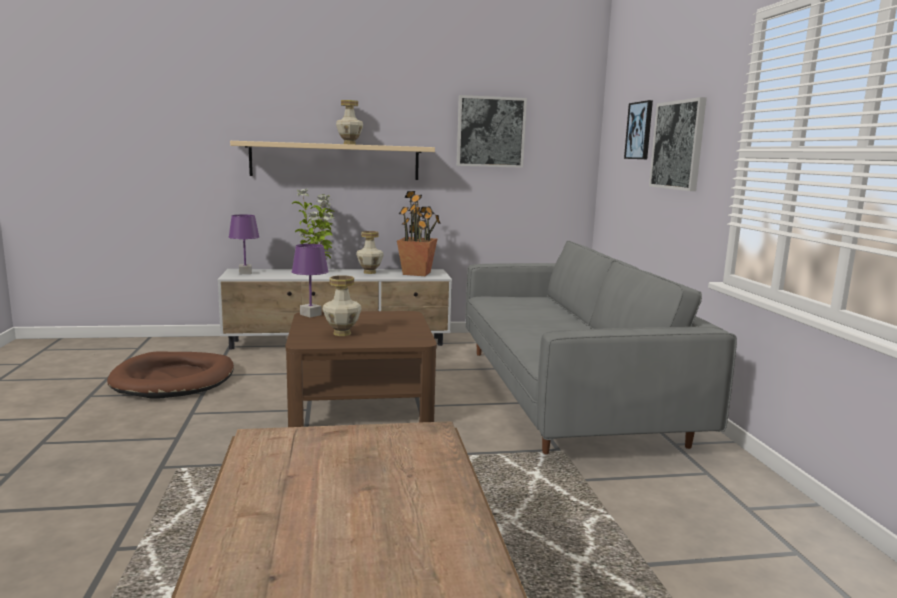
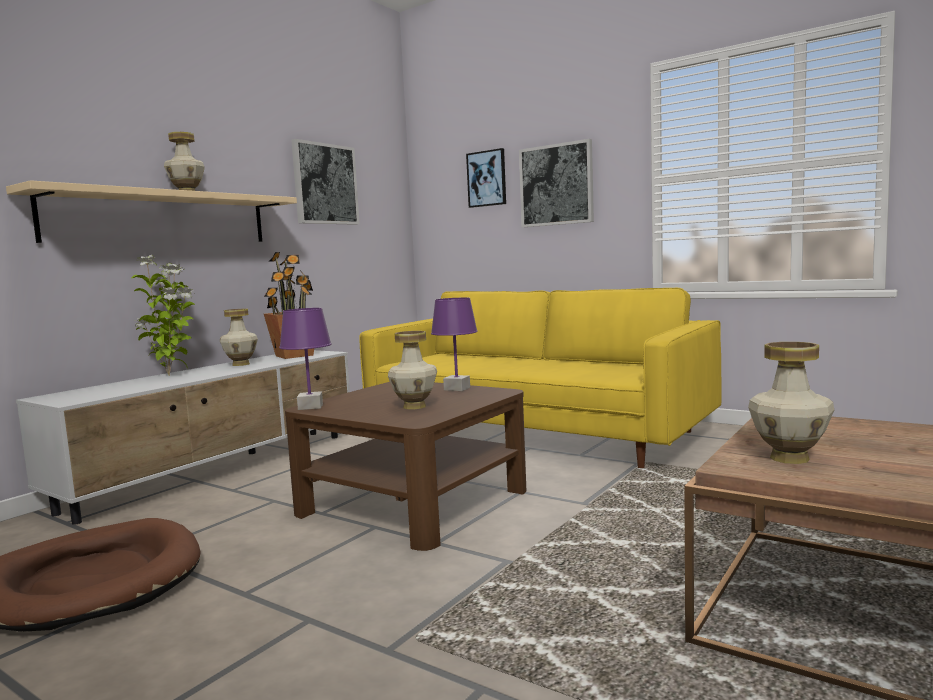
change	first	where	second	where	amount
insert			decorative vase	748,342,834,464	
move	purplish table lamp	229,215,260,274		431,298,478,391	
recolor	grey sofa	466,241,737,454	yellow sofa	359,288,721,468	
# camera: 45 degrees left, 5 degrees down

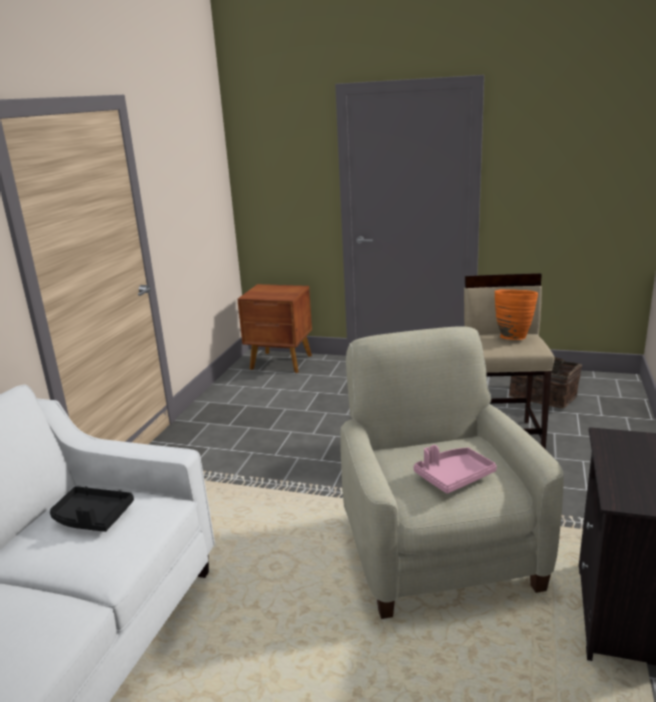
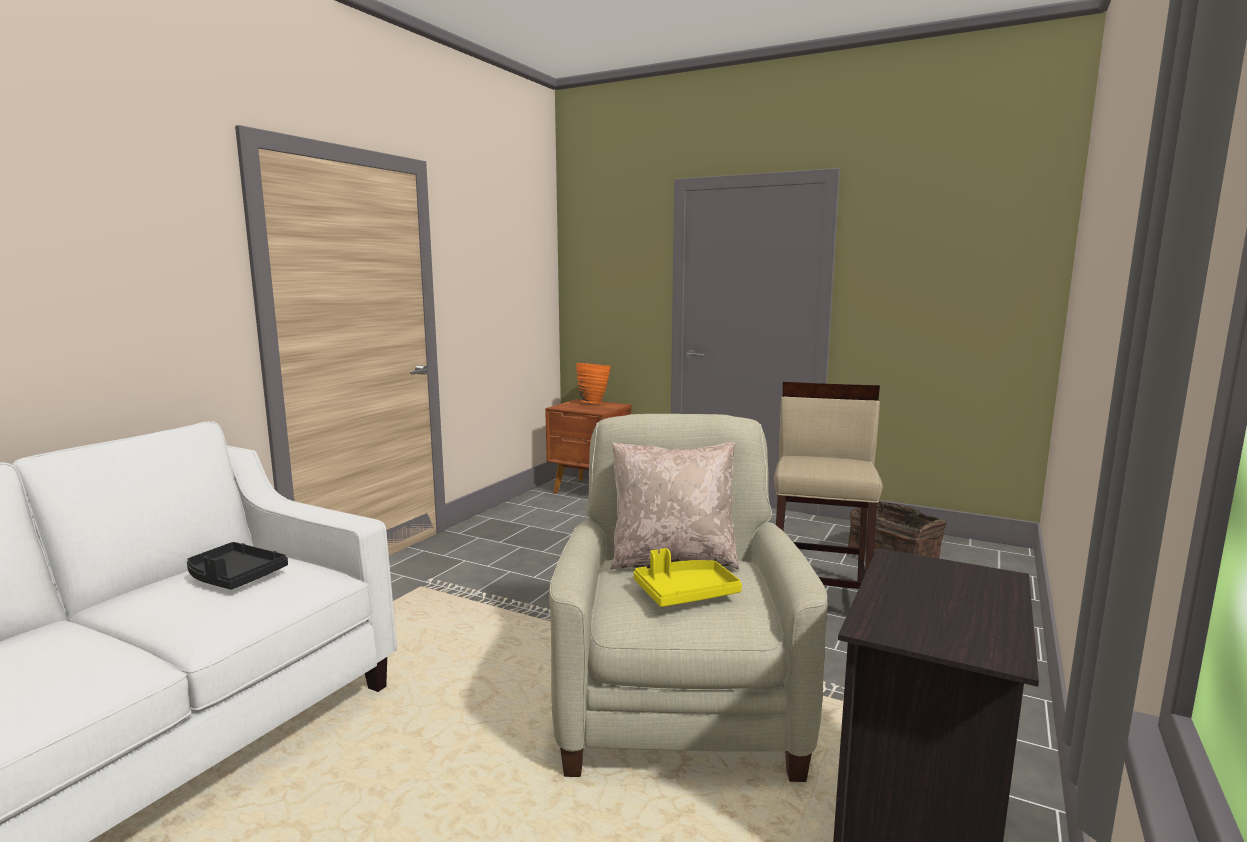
change	first	where	second	where	amount
insert			beige throw pillow	610,442,740,569	
move	orangey decorative vase	495,289,538,340		576,363,611,403	
recolor	pinkish serving tray	414,445,497,494	yellow serving tray	634,548,742,607	
# camera: 10 degrees right, 10 degrees down

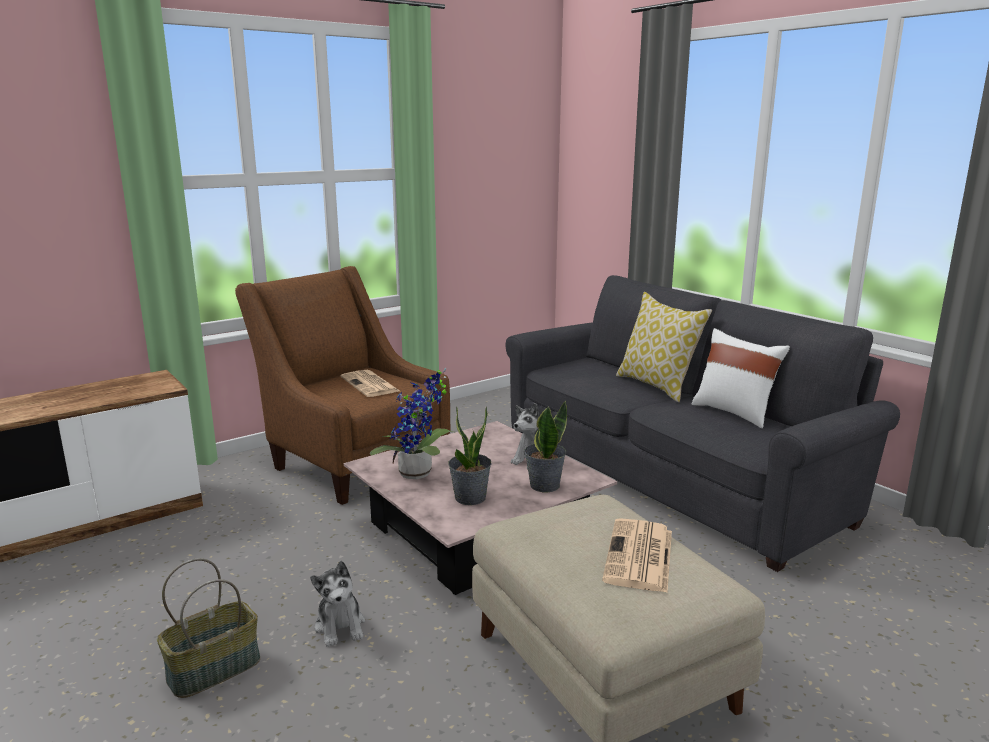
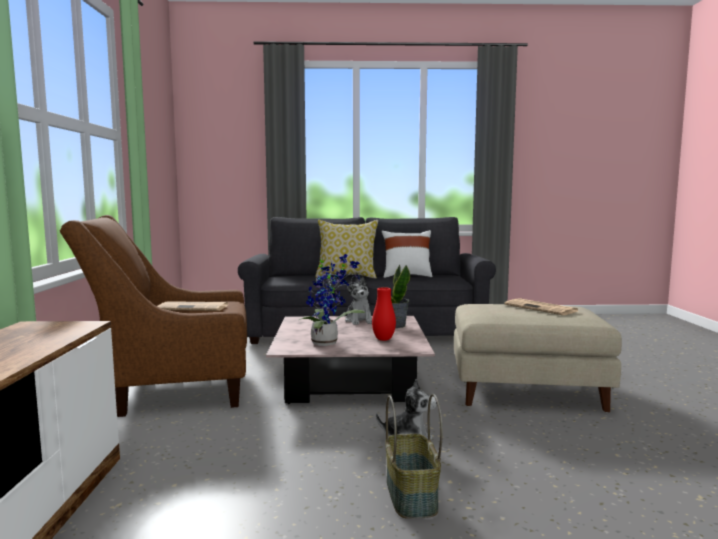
change	first	where	second	where	amount
replace	plant in a pot	448,406,492,505	red decorative vase	372,287,396,341	
# camera: 55 degrees left, 10 degrees down

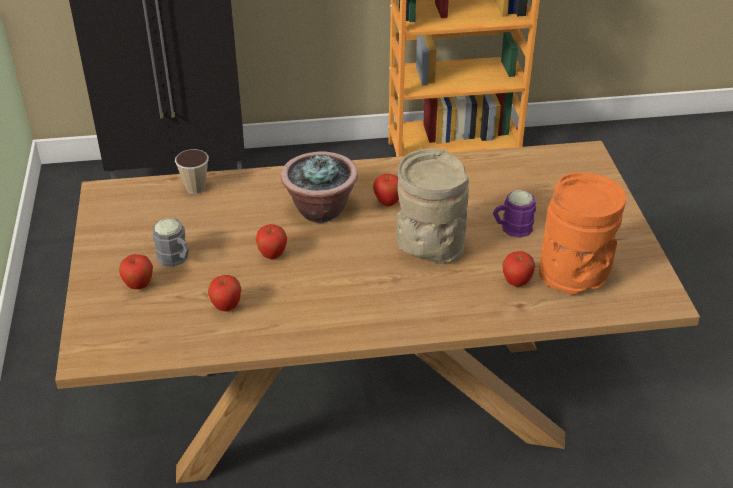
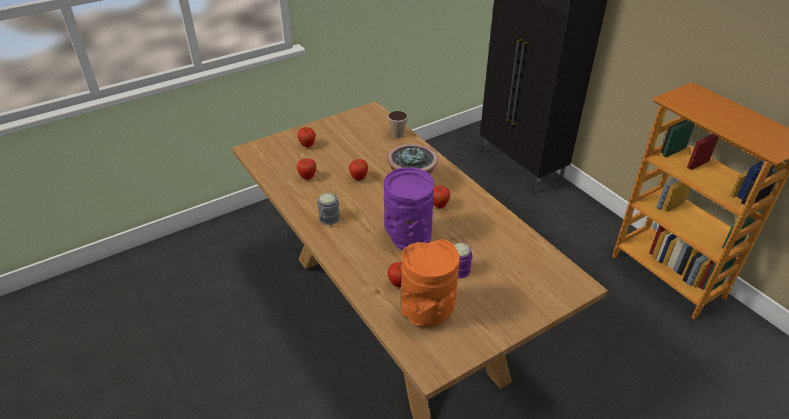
change	first	where	second	where	amount
move	grey mug	153,218,189,267		317,193,340,225	
recolor	beige decorative vase	396,148,469,263	purplish decorative vase	384,167,434,250	
# camera: 65 degrees right, 0 degrees up

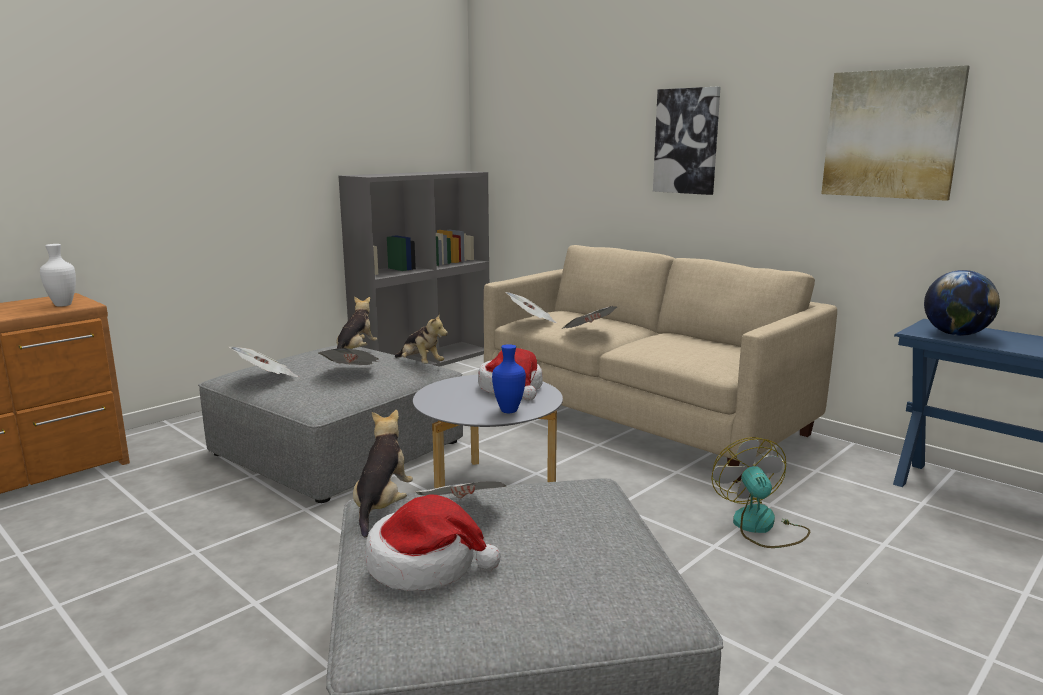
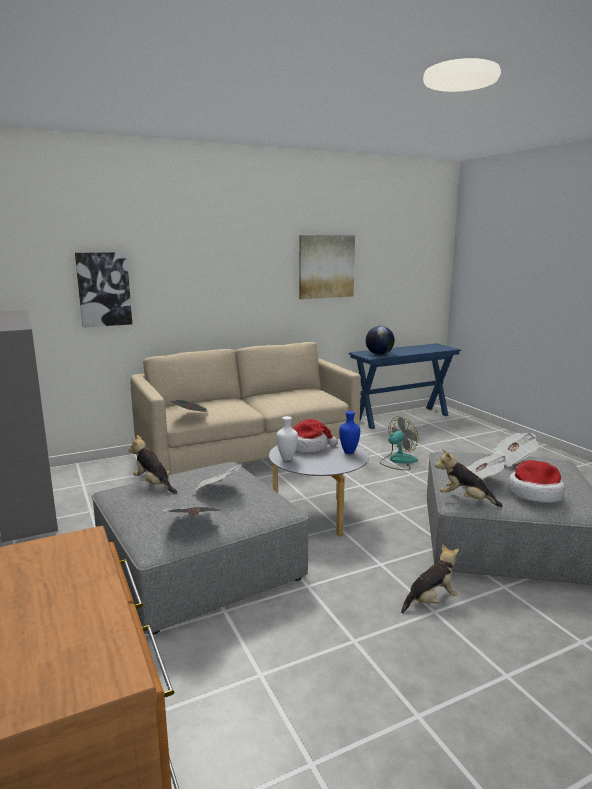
change	first	where	second	where	amount
move	white decorative vase	40,244,76,307		276,416,298,461	
move	soft toy	395,313,448,364		401,544,459,613	
move	newspaper	561,306,617,329		492,433,539,467	
move	wall art	653,87,721,195		75,252,132,328	
rotate	electric fan	711,437,810,548		380,417,418,470	135 degrees clockwise
# camera: 70 degrees left, 0 degrees up

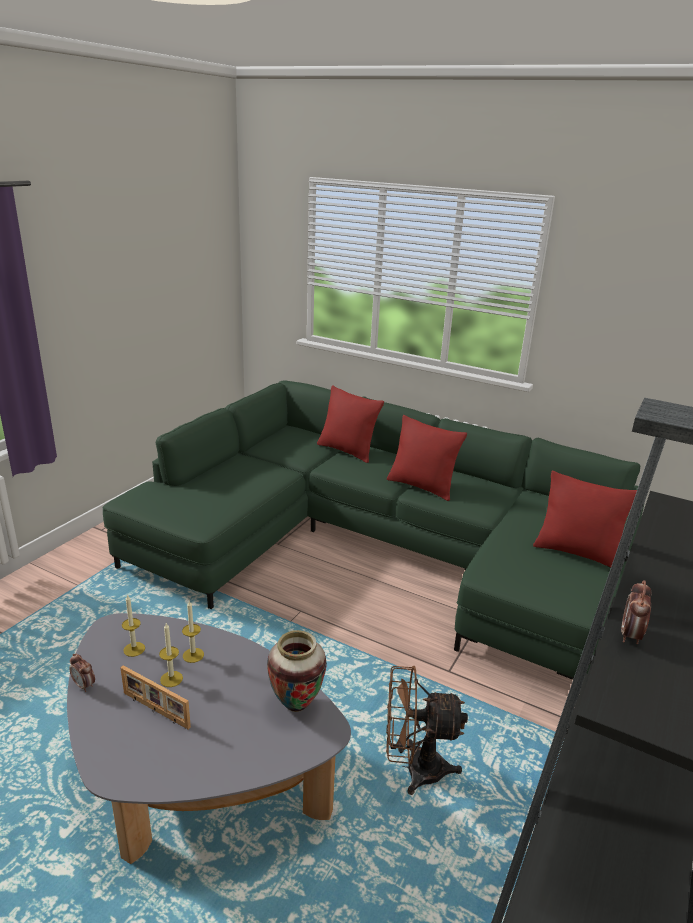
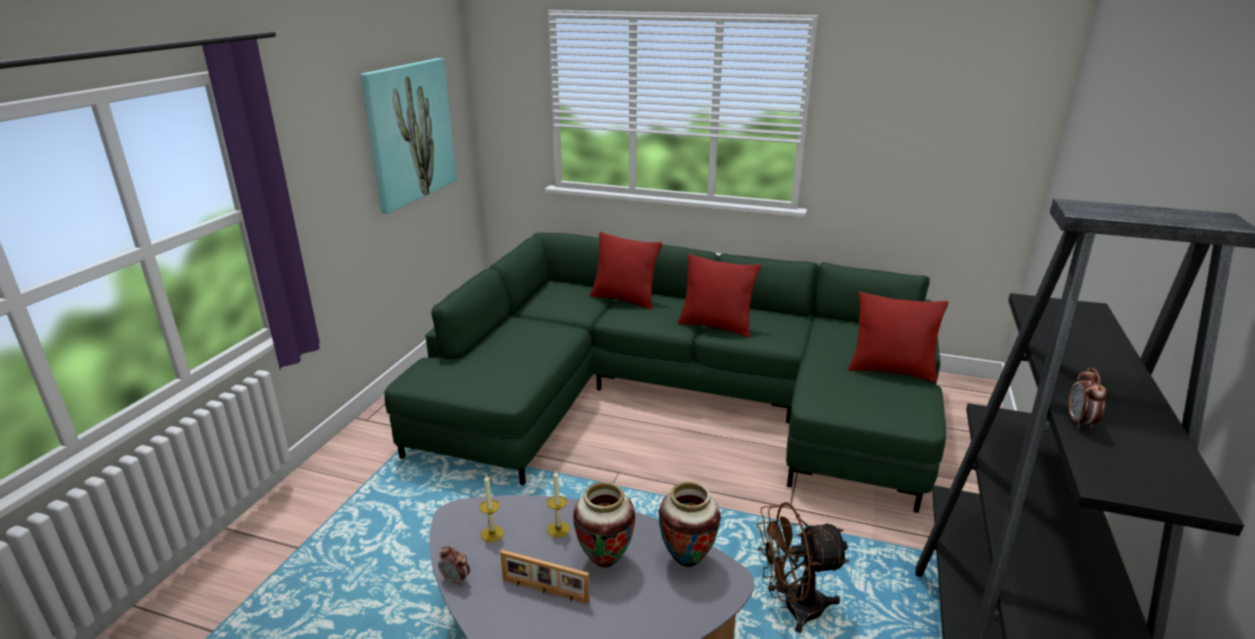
change	first	where	second	where	amount
delete	candle	159,623,183,687			
insert			wall art	360,58,457,214	
insert			decorative vase	573,482,635,568	
# camera: 10 degrees left, 0 degrees up

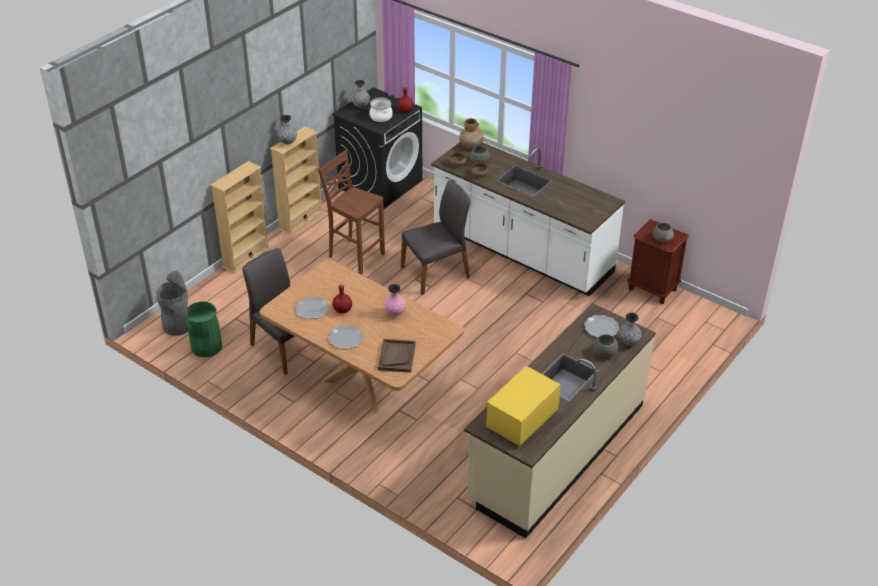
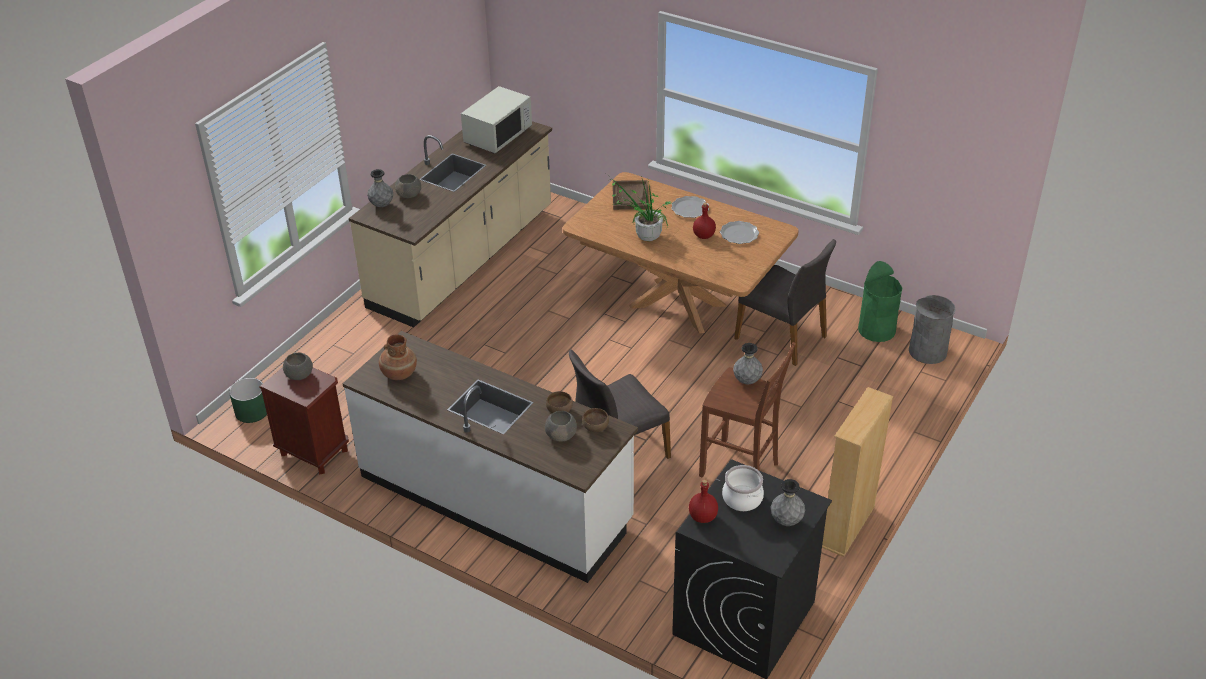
change	first	where	second	where	amount
delete	beige bookshelf	211,161,270,274			
delete	flat dish	584,315,619,337			
insert			greenish plant pot	229,378,267,423	
move	grey decorative vase	277,115,297,144		733,343,763,384	
move	brownish decorative vase	459,118,484,149		379,334,417,380	
replace	pinkish decorative vase	383,284,406,316	plant in a pot	609,176,671,241	
recolor	yellow microwave oven	486,366,561,446	white microwave oven	461,86,532,153	
# camera: 175 degrees right, 0 degrees up

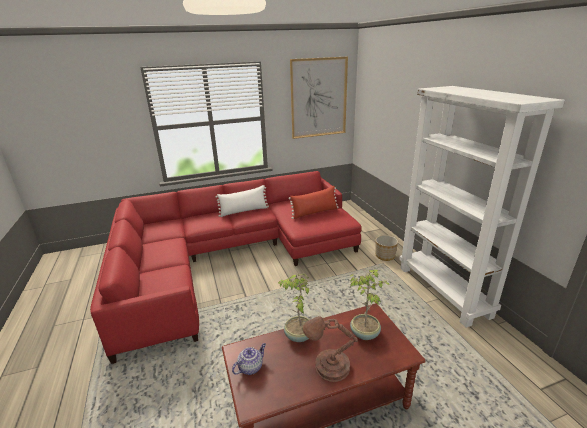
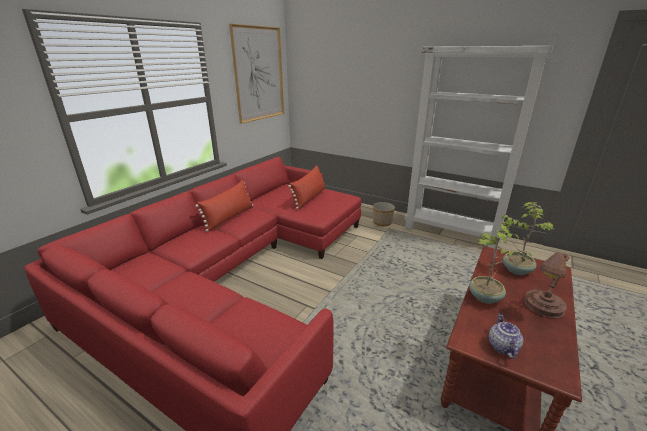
change	first	where	second	where	amount
recolor	white throw pillow	215,185,269,217	red throw pillow	195,180,253,232	
# camera: 40 degrees left, 0 degrees up

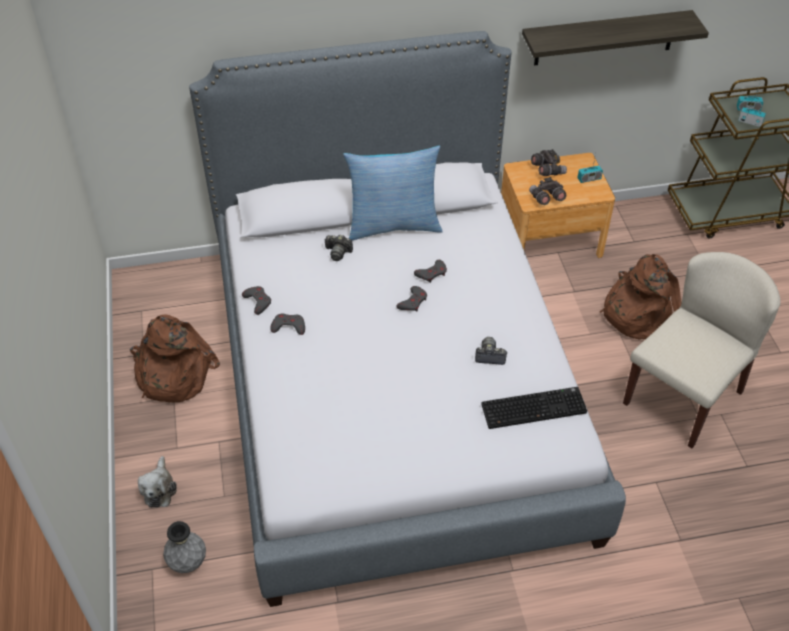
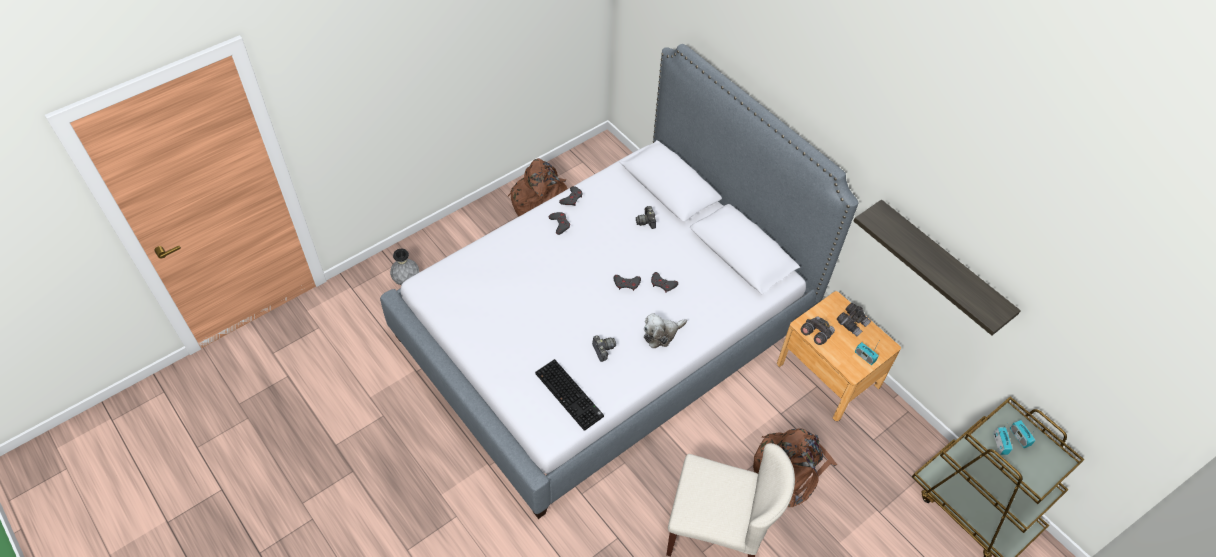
change	first	where	second	where	amount
delete	throw pillow	343,145,443,241			
move	soft toy	138,456,177,508		644,313,687,348	
# camera: 60 degrees right, 5 degrees up

